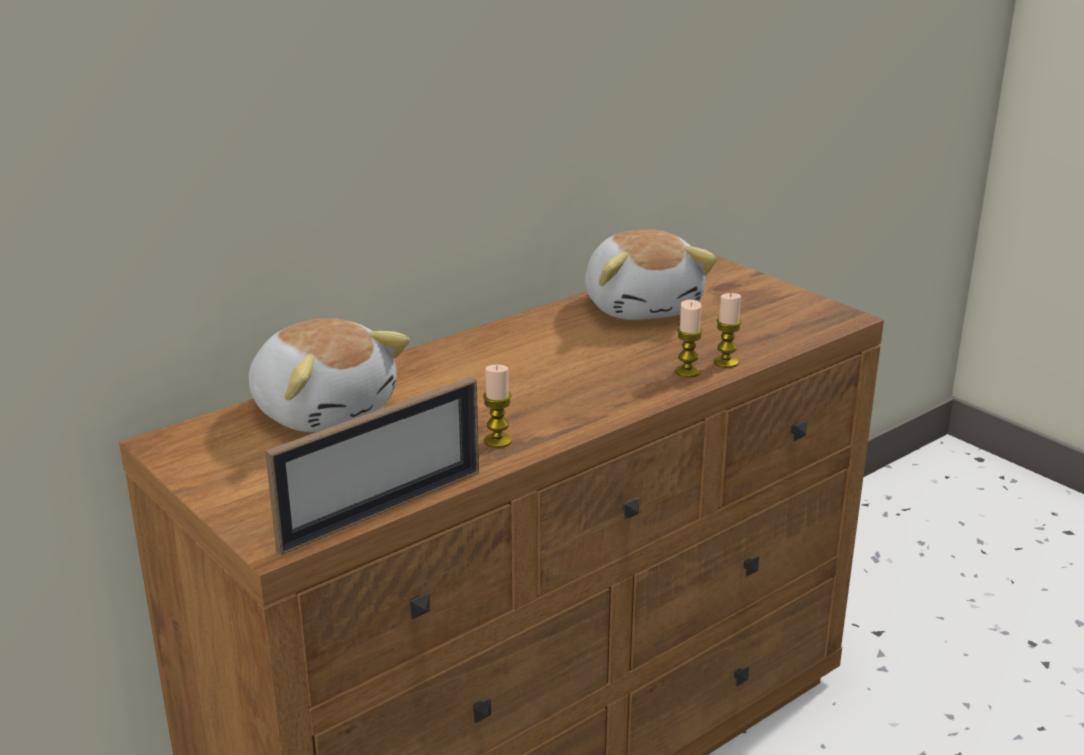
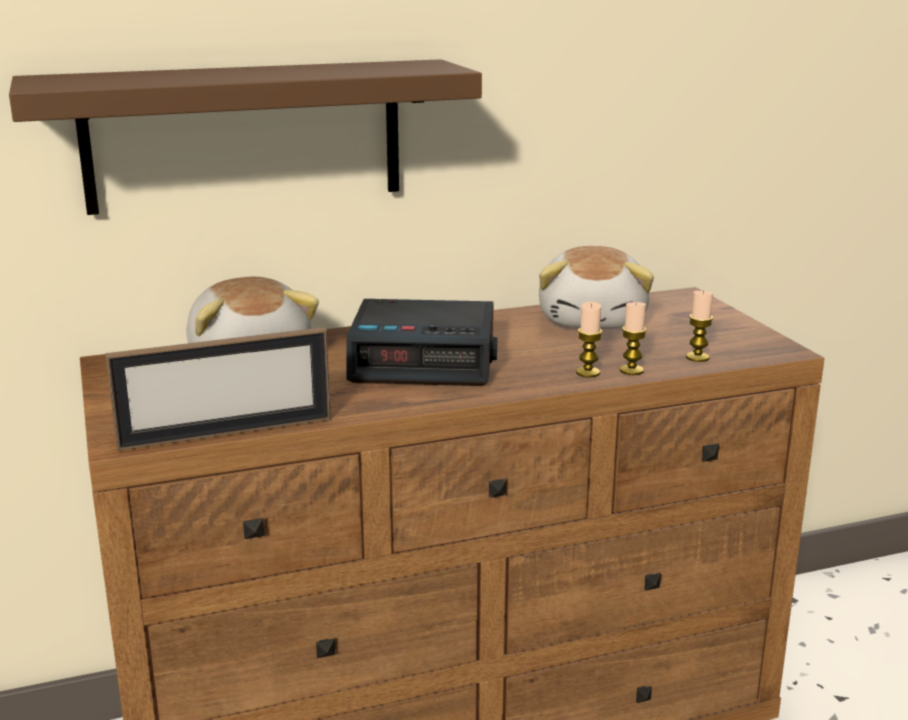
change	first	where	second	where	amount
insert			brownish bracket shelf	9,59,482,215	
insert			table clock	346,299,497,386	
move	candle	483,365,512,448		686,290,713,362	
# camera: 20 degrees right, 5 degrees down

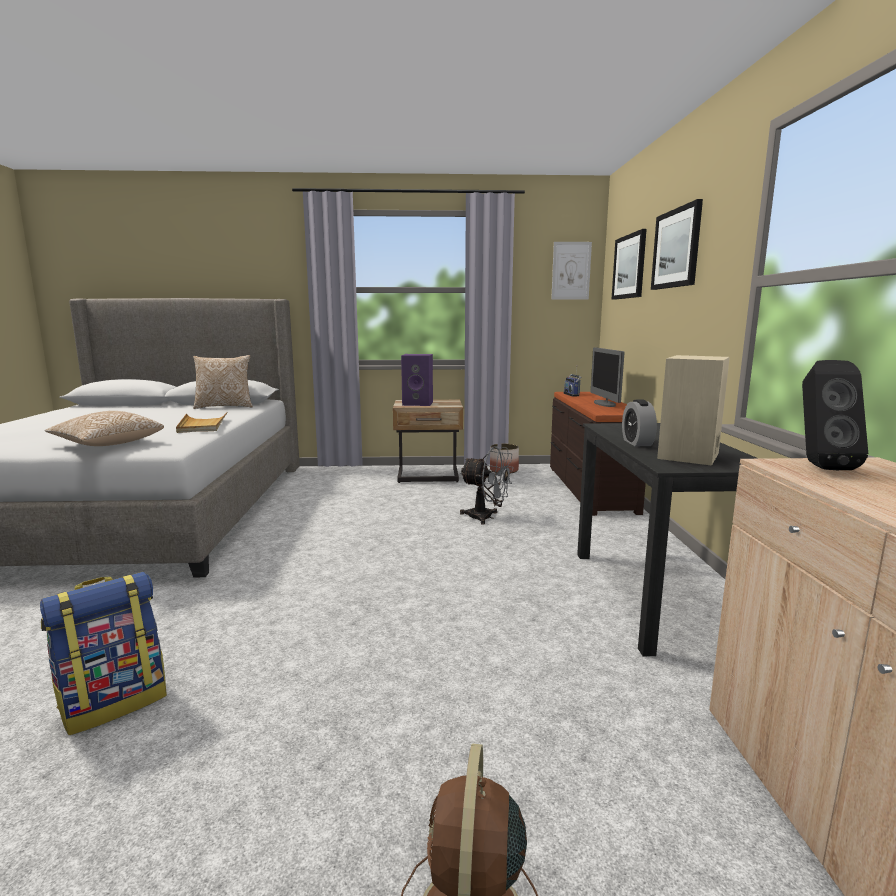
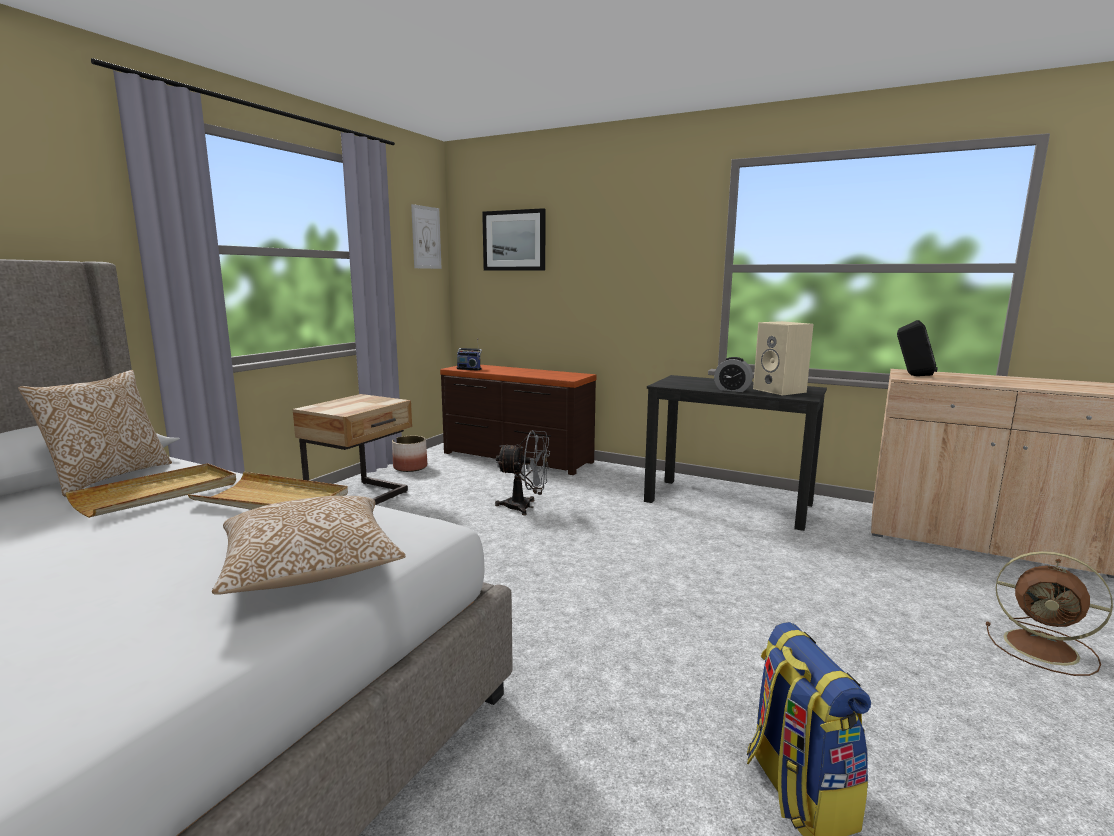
change	first	where	second	where	amount
delete	purplish audio speaker	401,354,433,406			
delete	monitor	590,347,625,407			
delete	wall art	651,199,703,290			
insert			beige serving tray	65,463,236,518	
rotate	grey electric fan	460,446,514,525		495,430,550,515	45 degrees clockwise
# camera: 60 degrees left, 0 degrees up

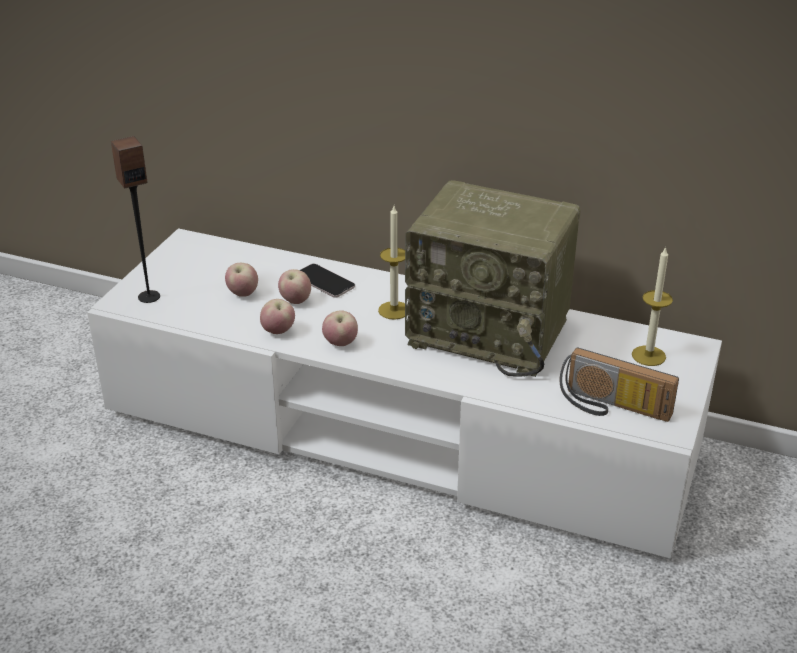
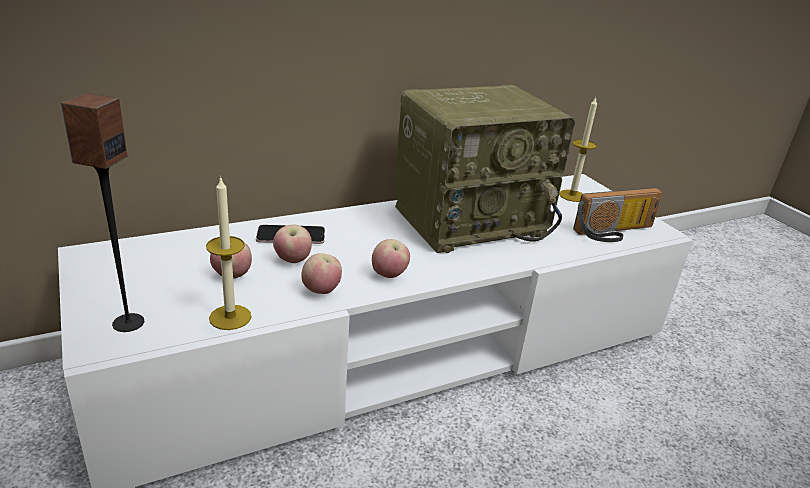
change	first	where	second	where	amount
move	candle	378,206,405,320		206,176,252,330	
# camera: 50 degrees left, 5 degrees down

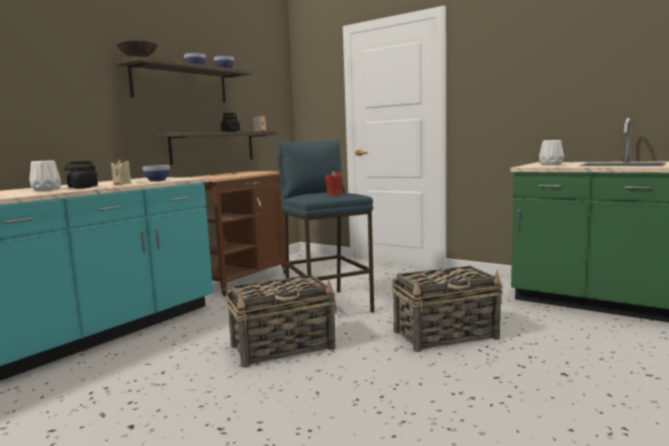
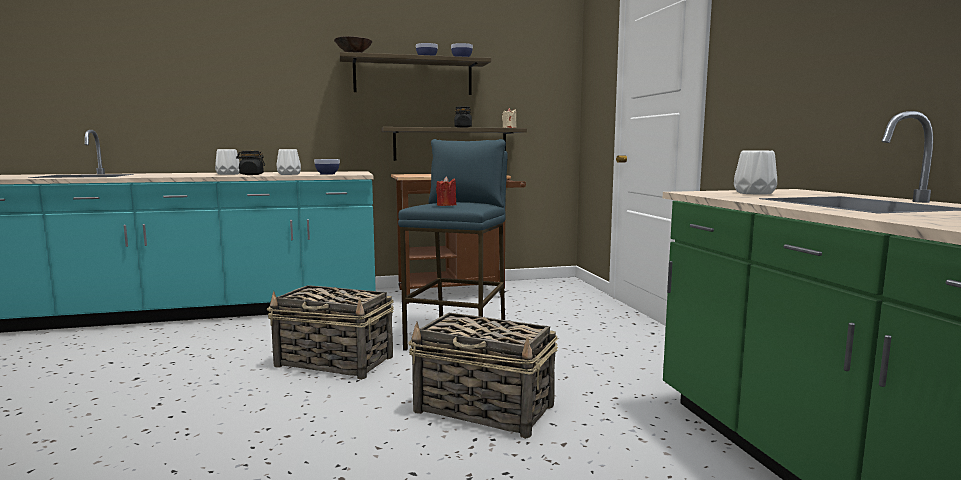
change	first	where	second	where	amount
replace	beige candle	111,159,131,185	white decorative vase	276,149,301,175	
# camera: 40 degrees right, 0 degrees up

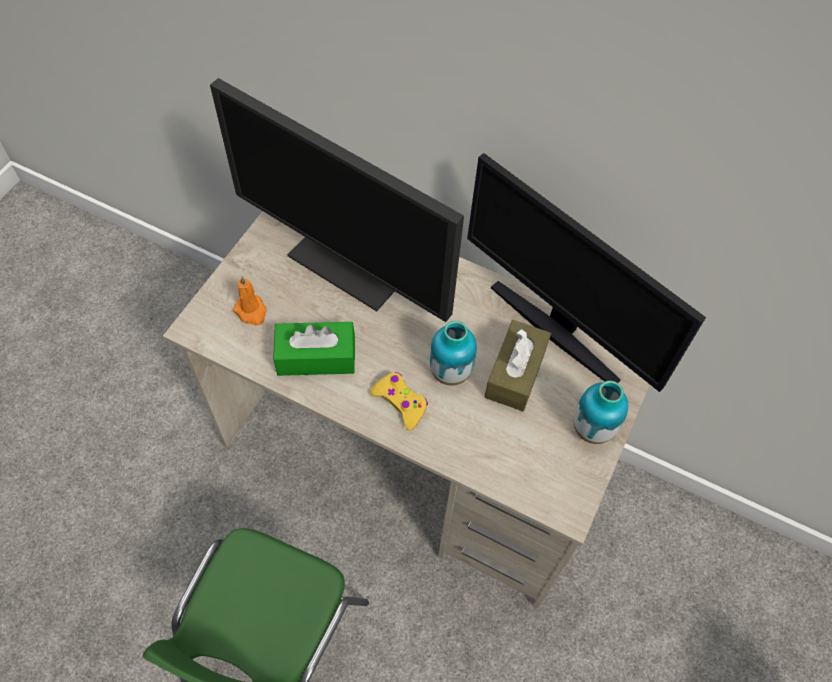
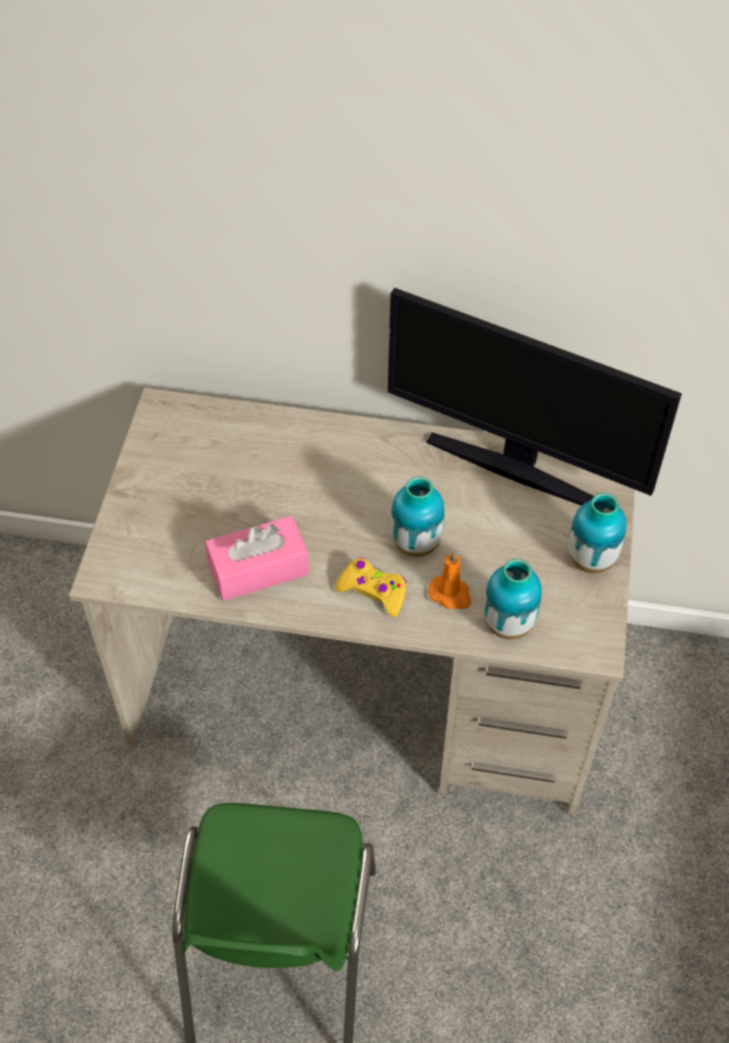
change	first	where	second	where	amount
delete	monitor	210,78,464,322			
delete	brownish box of tissues	484,320,551,411			
insert			decorative vase	484,559,542,640	
move	orangey candle	233,276,267,326		428,551,471,609	
recolor	greenish box of tissues	273,322,355,376	pinkish box of tissues	205,516,309,601	
# camera: 15 degrees left, 5 degrees down

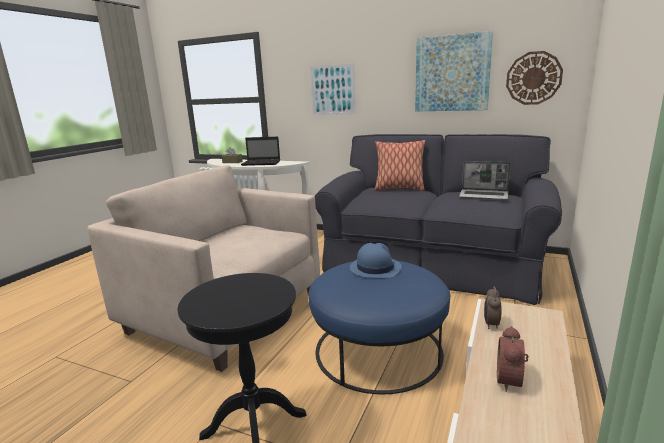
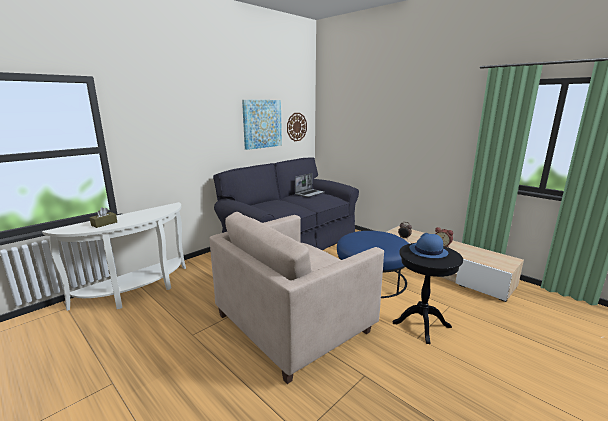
change	first	where	second	where	amount
delete	laptop	241,137,280,166			
delete	wall art	310,63,355,115			
delete	throw pillow	375,140,425,191			
move	blue-coloured clothing hat	350,243,402,278		409,233,448,258	
# camera: 70 degrees left, 0 degrees up

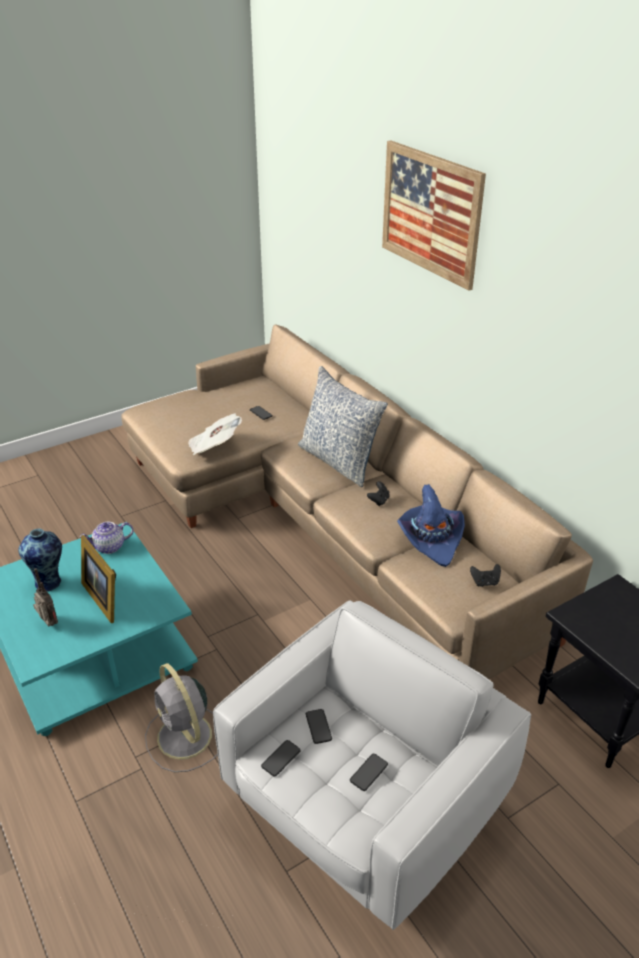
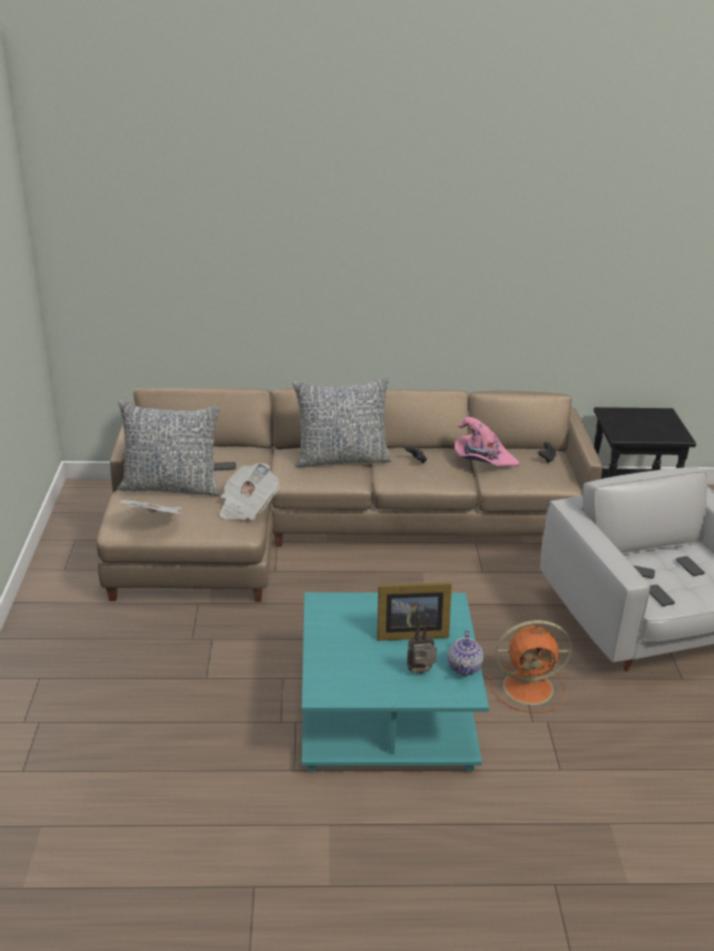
change	first	where	second	where	amount
delete	decorative vase	18,529,62,592			
delete	wall art	382,141,486,291			
insert			throw pillow	117,400,220,496	
insert			newspaper	120,500,182,514	
move	pot for tea	80,522,134,554		447,630,484,676	
recolor	grey electric fan	145,663,218,772	orangey electric fan	488,620,572,713	
recolor	blue-coloured clothing hat	397,484,465,567	pinkish clothing hat	454,417,519,467	
# camera: 60 degrees left, 5 degrees down

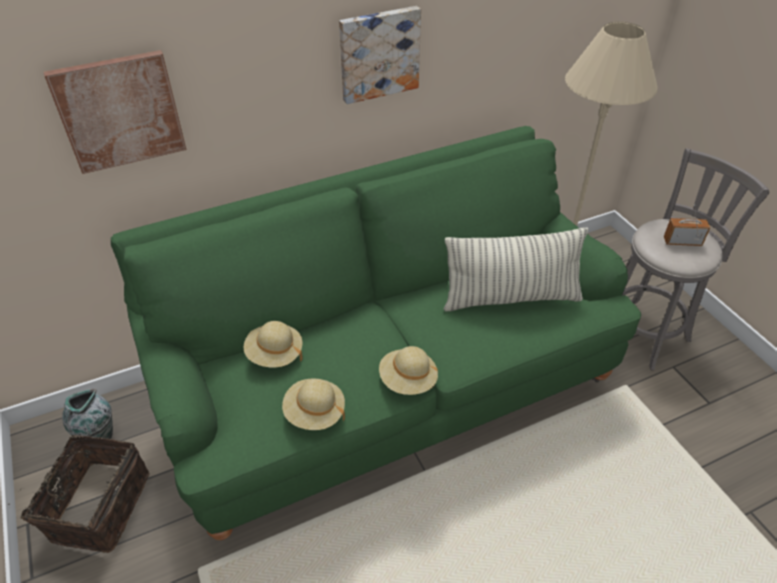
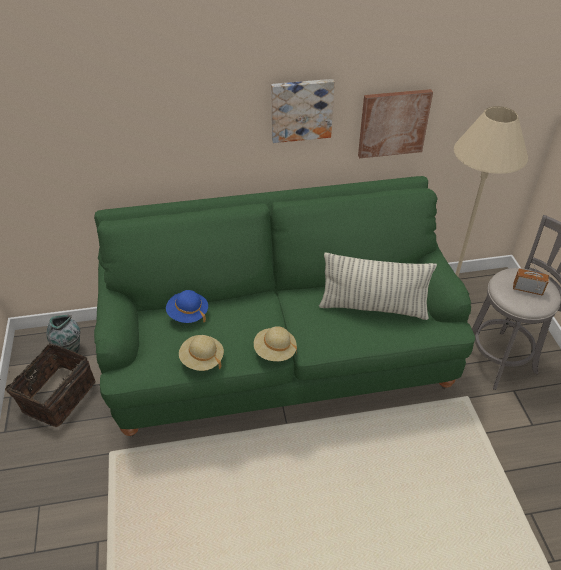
change	first	where	second	where	amount
move	wall art	44,50,187,174		358,89,433,158	
recolor	beige clothing hat	244,321,303,367	blue-coloured clothing hat	166,290,208,323	
# camera: 15 degrees right, 0 degrees up

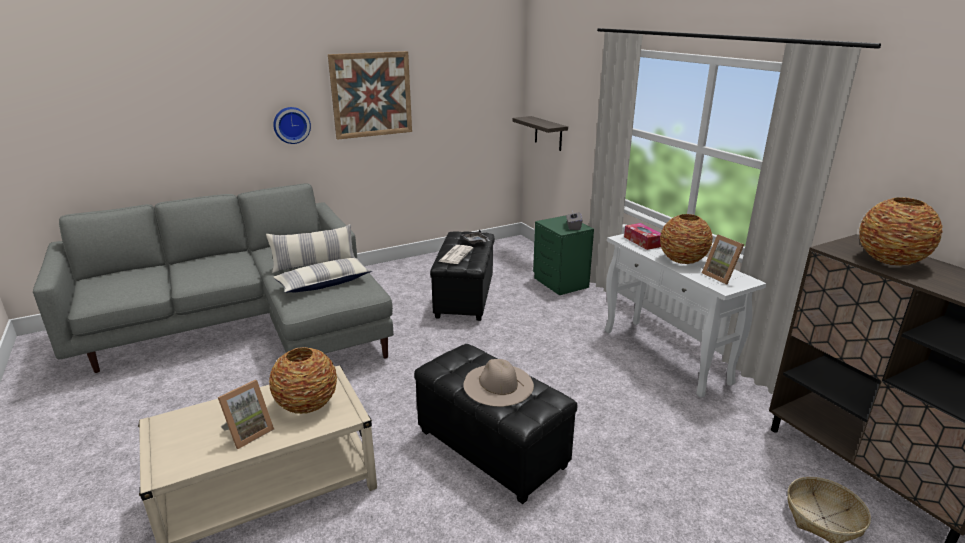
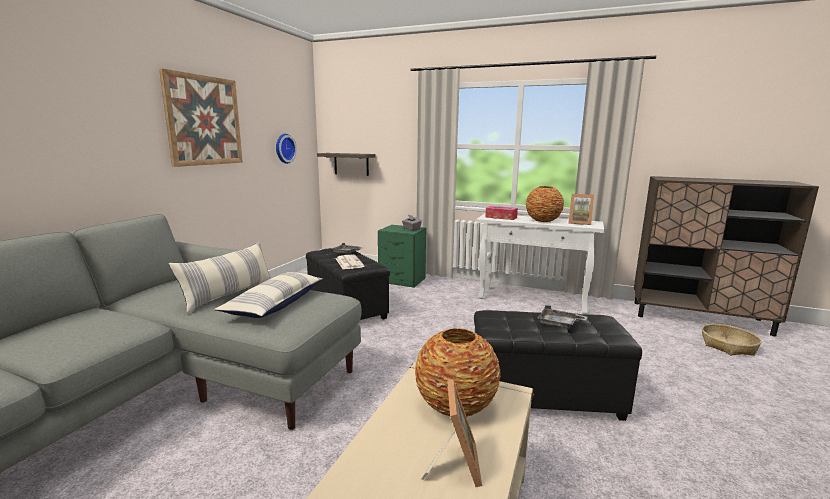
change	first	where	second	where	amount
delete	decorative vase	859,197,943,266			
move	wall clock	273,107,311,144		276,134,297,164	
replace	beige clothing hat	463,359,534,407	grey serving tray	537,305,588,329	
# camera: 40 degrees left, 10 degrees down

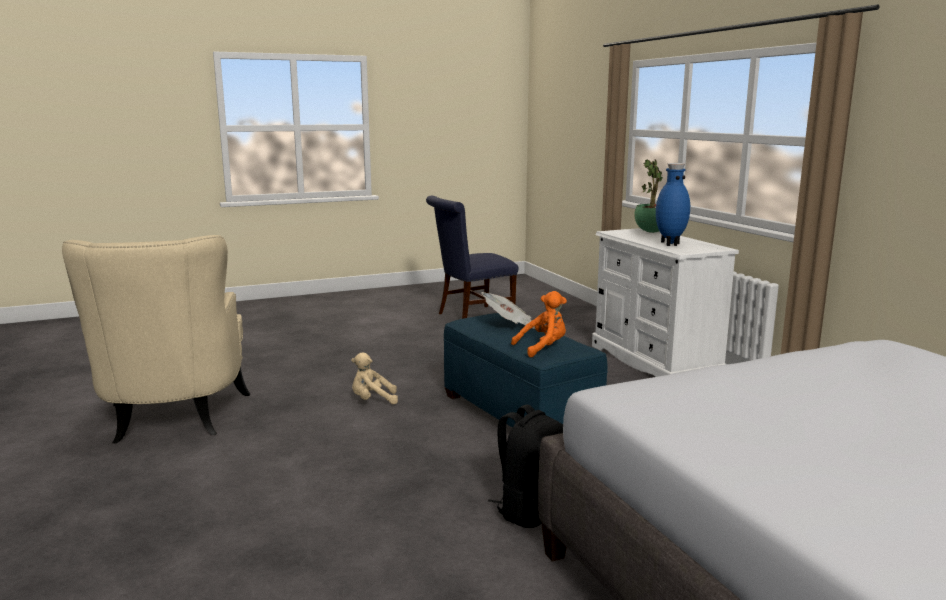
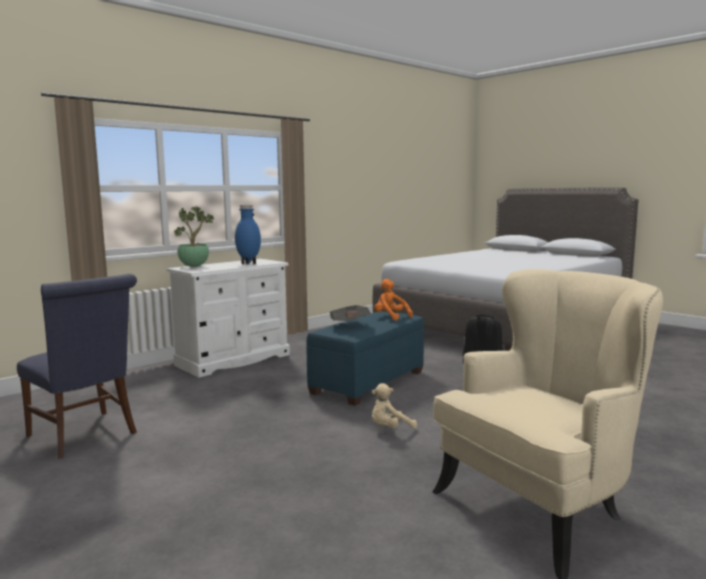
change	first	where	second	where	amount
rotate	beige soft toy	351,353,398,405		372,383,417,429	90 degrees clockwise
# camera: 110 degrees left, 5 degrees down

